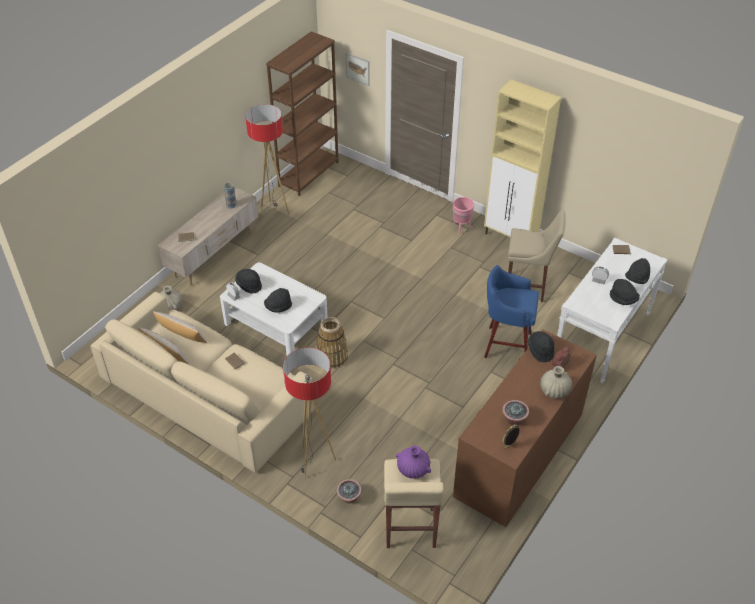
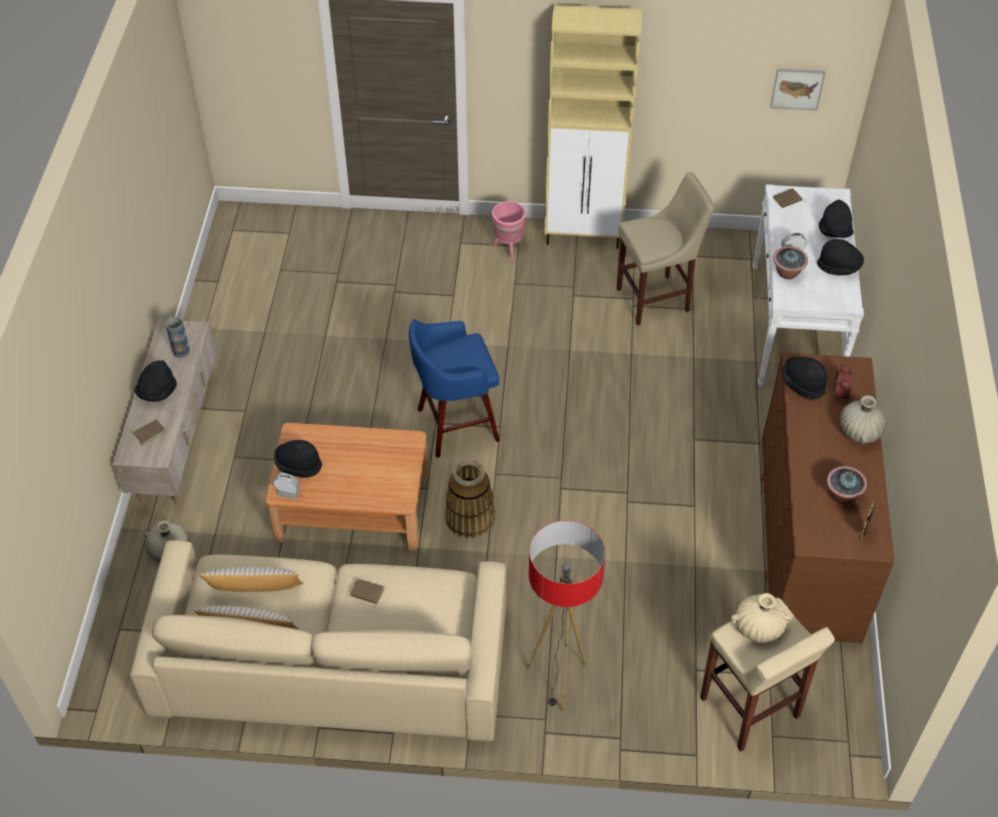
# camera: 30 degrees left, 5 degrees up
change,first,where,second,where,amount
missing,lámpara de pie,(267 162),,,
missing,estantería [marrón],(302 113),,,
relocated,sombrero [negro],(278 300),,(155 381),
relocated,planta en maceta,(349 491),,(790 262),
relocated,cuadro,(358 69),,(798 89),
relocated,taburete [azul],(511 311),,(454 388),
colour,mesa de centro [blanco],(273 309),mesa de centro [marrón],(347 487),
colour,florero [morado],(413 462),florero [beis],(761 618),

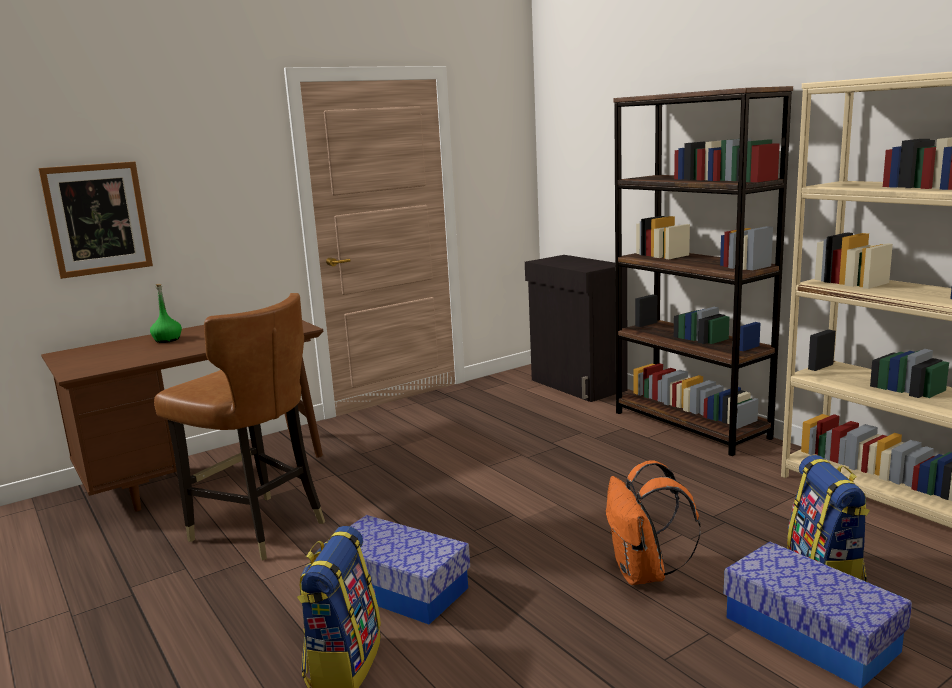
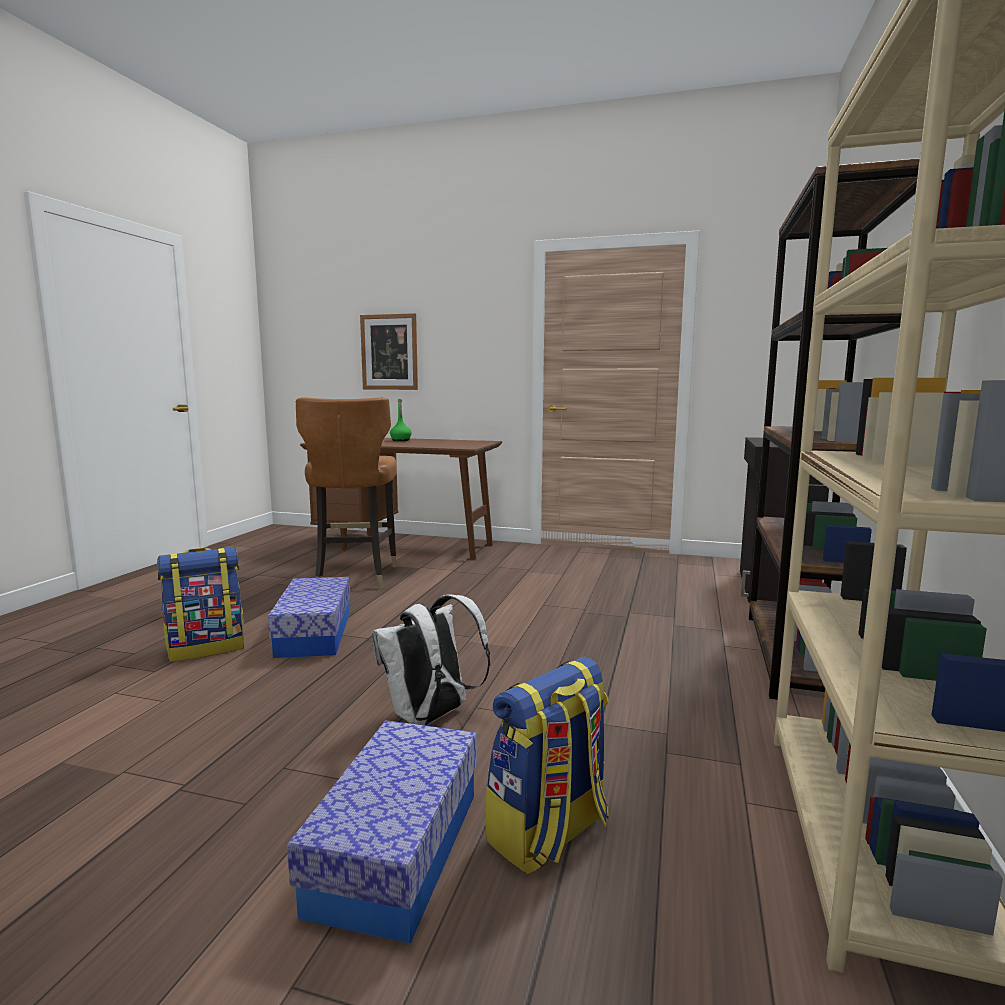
# camera: 50 degrees right, 5 degrees down
change,first,where,second,where,amount
colour,mochila [naranja],(653 522),mochila [blanco],(431 660),

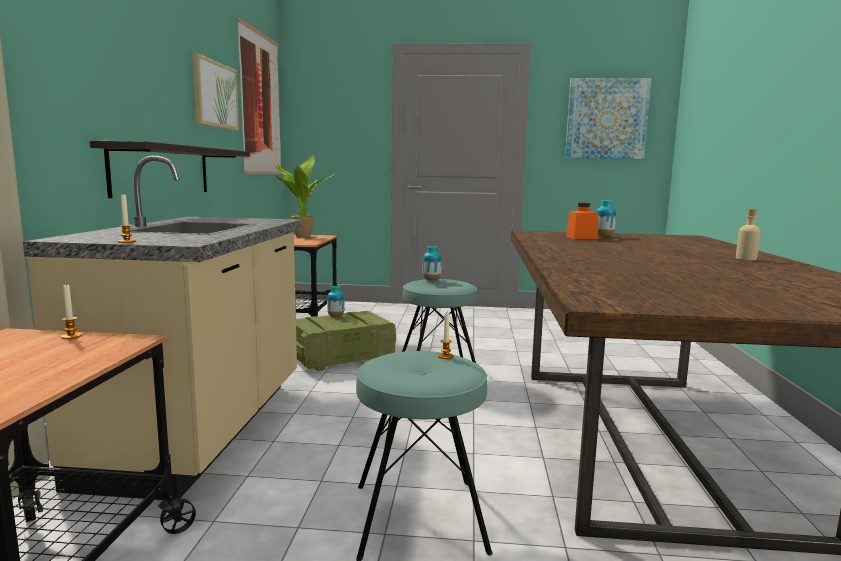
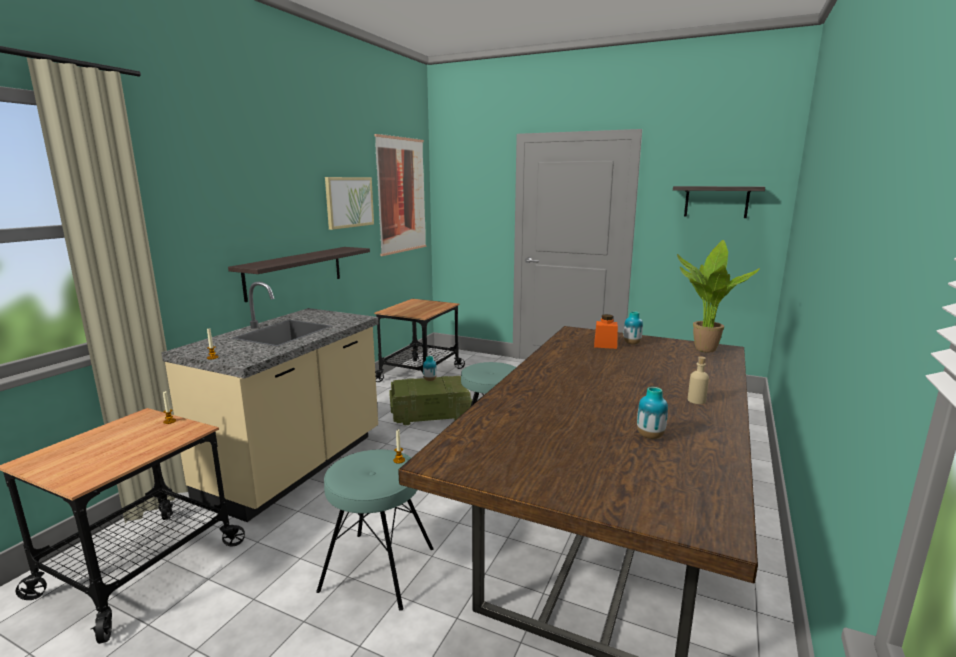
# camera: 20 degrees right, 5 degrees up
change,first,where,second,where,amount
relocated,planta en maceta,(303 196),,(718 296),
relocated,florero,(432 263),,(652 413),
exchanged,cuadro,(608 118),estante,(719 202),

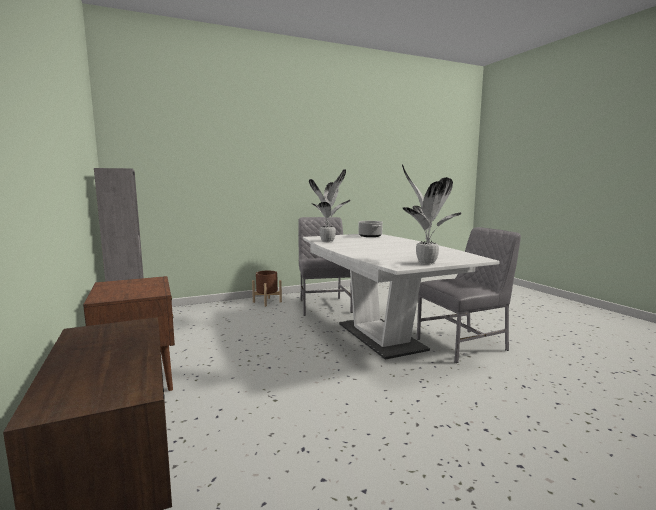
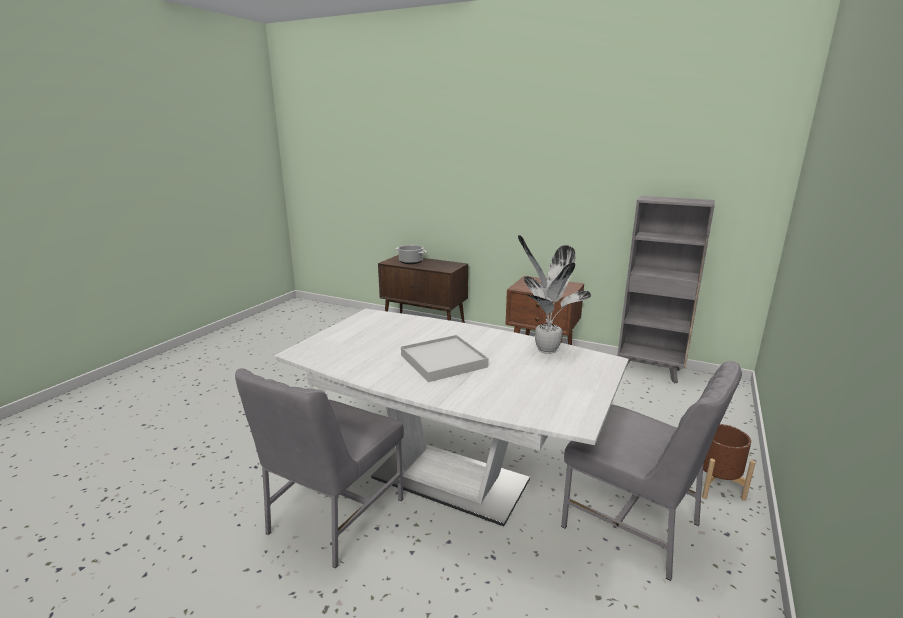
# camera: 140 degrees right, 10 degrees up
change,first,where,second,where,amount
missing,planta en maceta,(432 214),,,
appeared,,,bandeja [blanco],(444 358),
relocated,olla,(370 229),,(411 254),

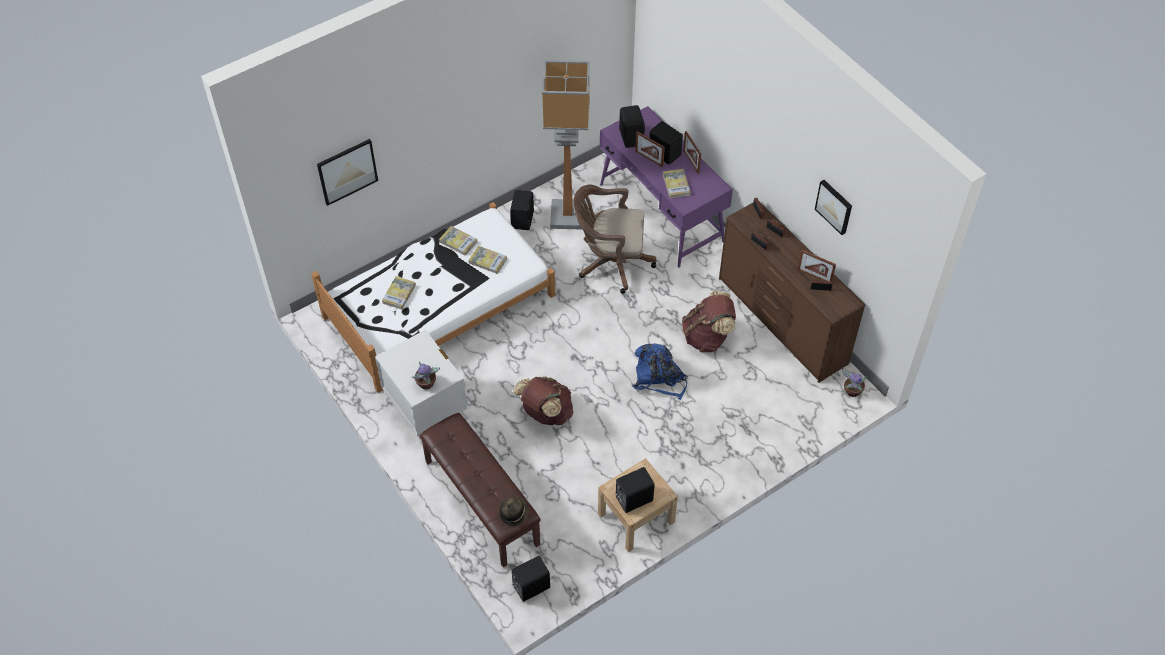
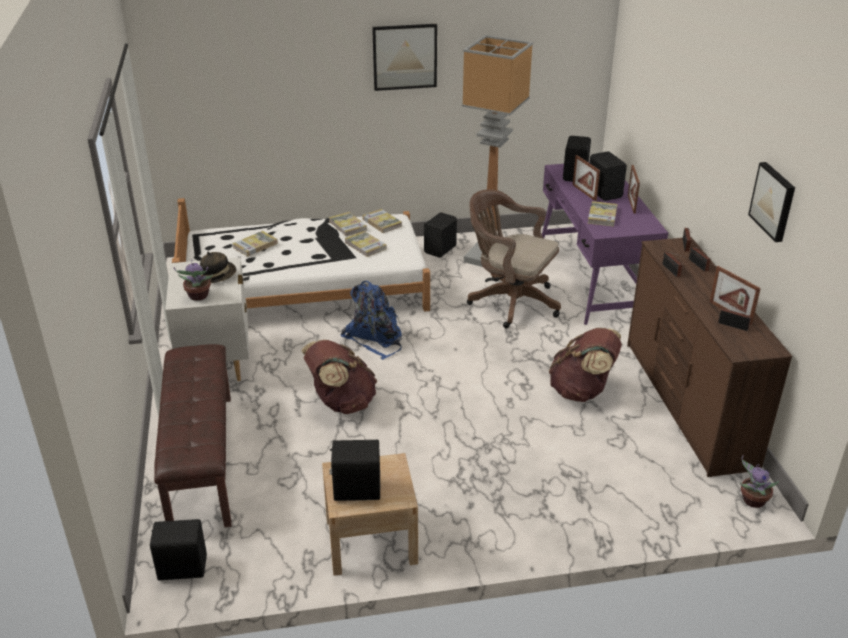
# camera: 25 degrees right, 20 degrees down
change,first,where,second,where,amount
appeared,,,libro,(382 221),
relocated,cuadro,(347 172),,(404 57),
relocated,sombrero,(514 511),,(218 267),
relocated,mochila [azul],(660 372),,(371 320),

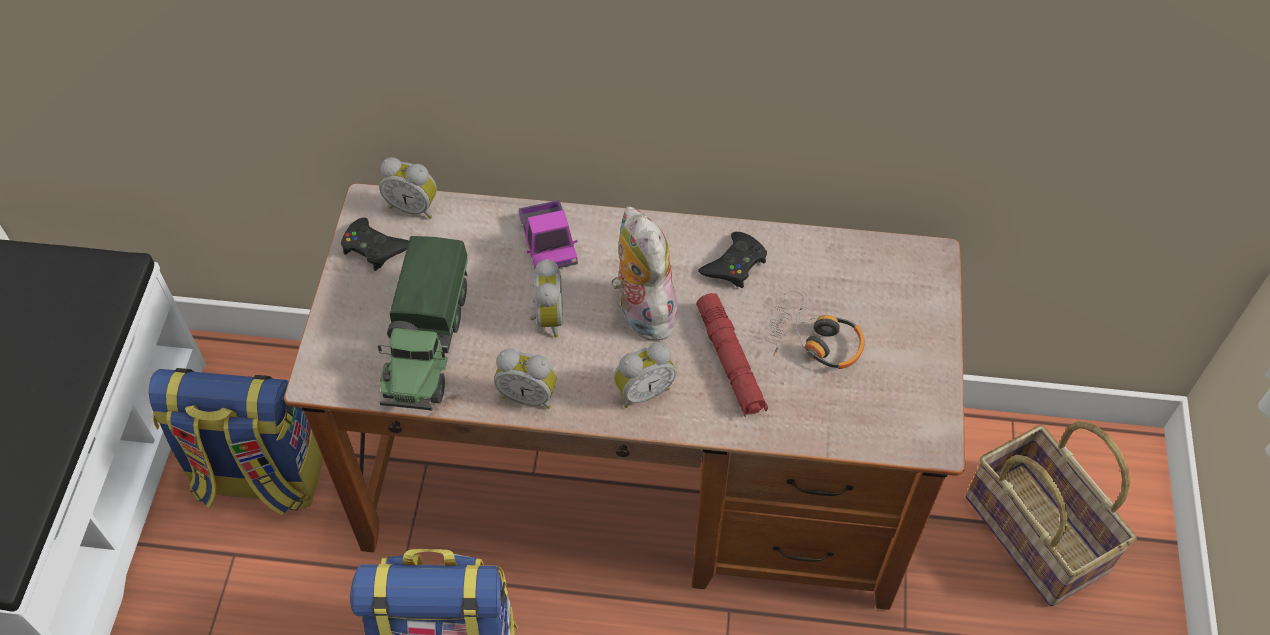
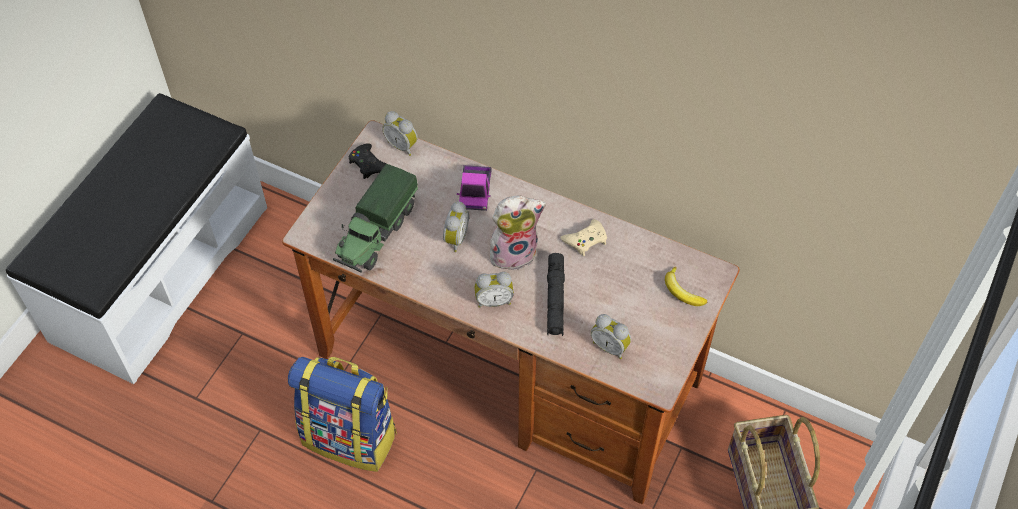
# camera: 20 degrees right, 0 degrees up
change,first,where,second,where,amount
missing,mochila,(235 442),,,
missing,auriculares,(815 330),,,
appeared,,,plátano,(686 286),
relocated,despertador,(525 379),,(611 336),
colour,linterna [rojo],(732 355),linterna [negro],(556 294),
colour,mando de consola [negro],(732 260),mando de consola [beis],(583 237),
spun,peluche,(644 273),,(518 232),75 degrees clockwise

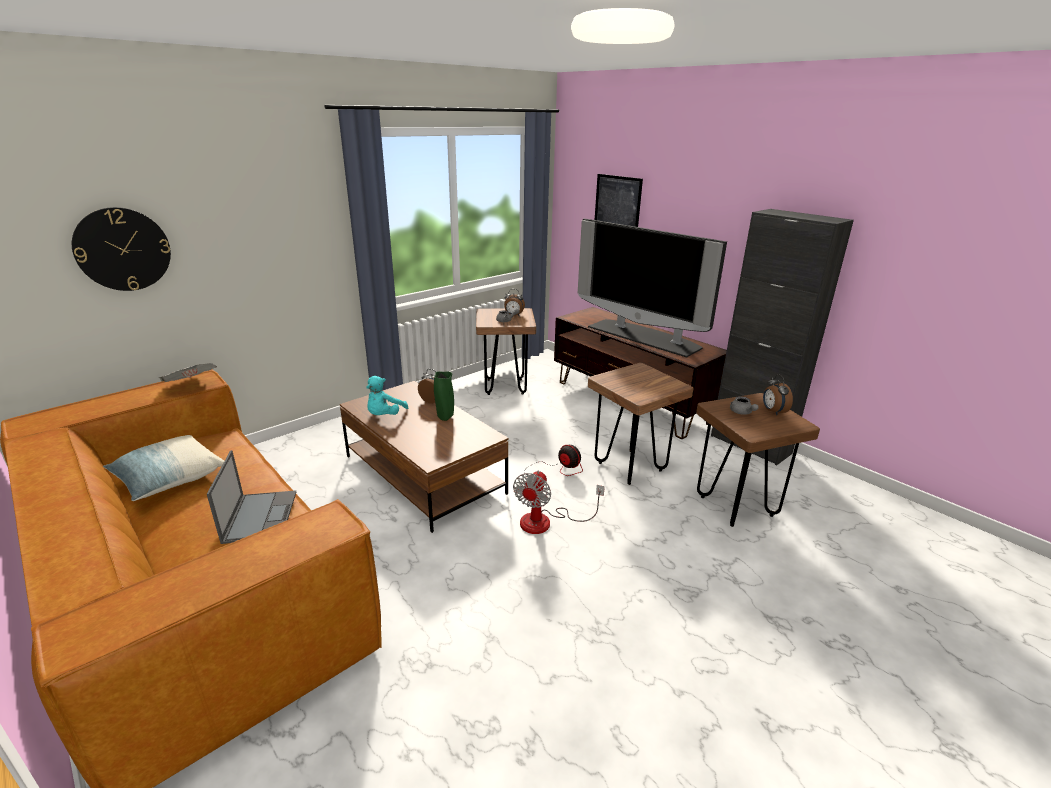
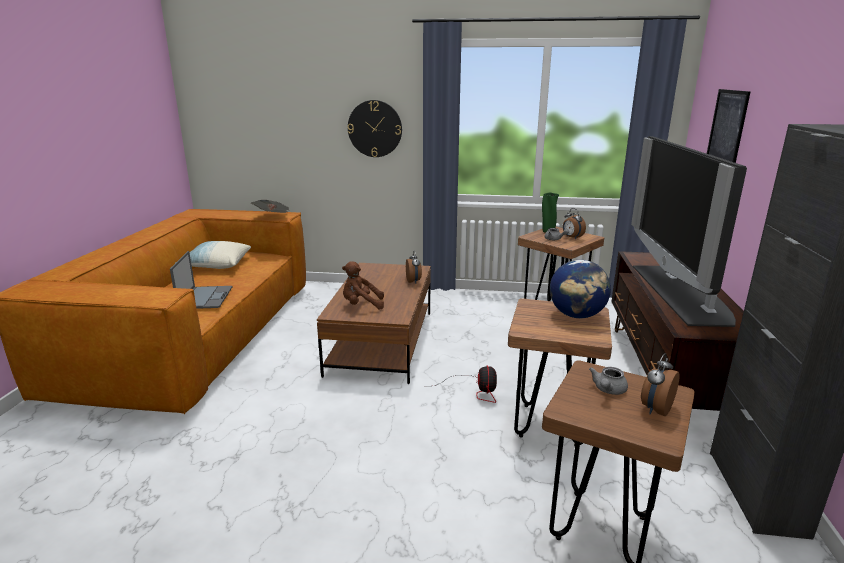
# camera: 50 degrees right, 5 degrees down
change,first,where,second,where,amount
missing,peluche [turquesa],(387 395),,,
missing,ventilador,(559 502),,,
appeared,,,peluche [marrón],(363 285),
appeared,,,globo terráqueo,(580 289),
relocated,reloj de pared,(121 249),,(375 128),
relocated,florero [verde],(444 396),,(550 213),
spun,portátil,(251 497),,(201 280),45 degrees counterclockwise

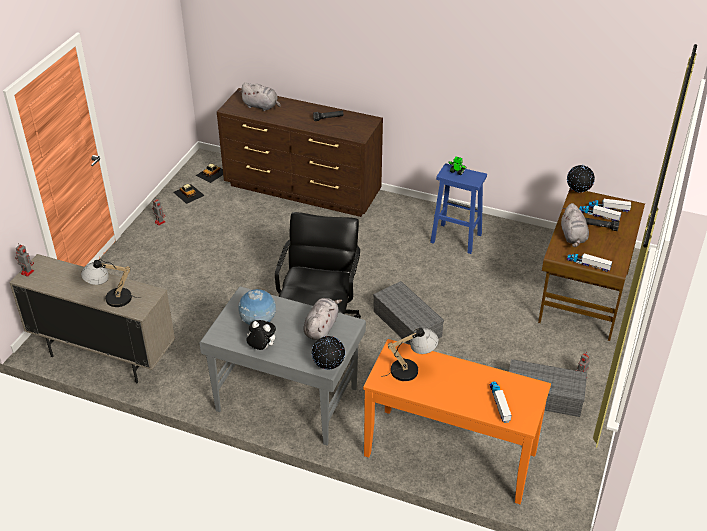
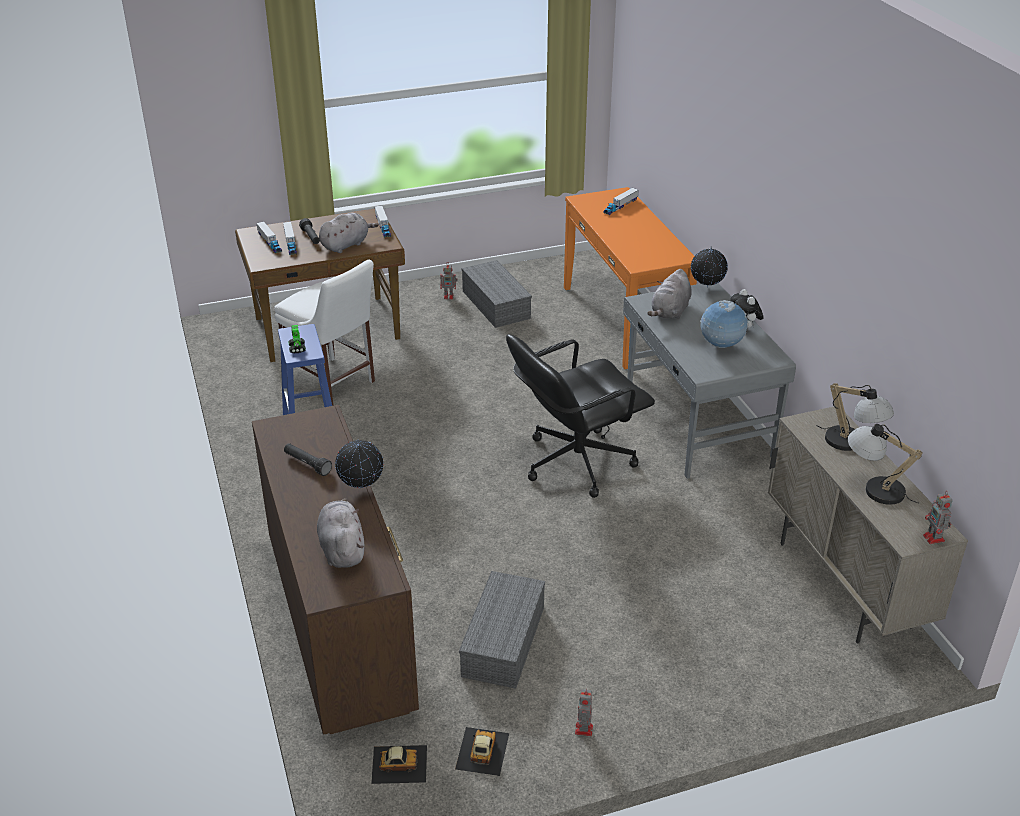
# camera: 130 degrees left, 5 degrees down
change,first,where,second,where,amount
appeared,,,silla [blanco],(324 333),
relocated,caja de almacenaje [gris],(408 313),,(502 630),
relocated,lámpara de mesa,(410 354),,(885 464),
relocated,globo terráqueo,(581 178),,(359 464),
spun,peluche [gris],(322 319),,(669 294),45 degrees counterclockwise

